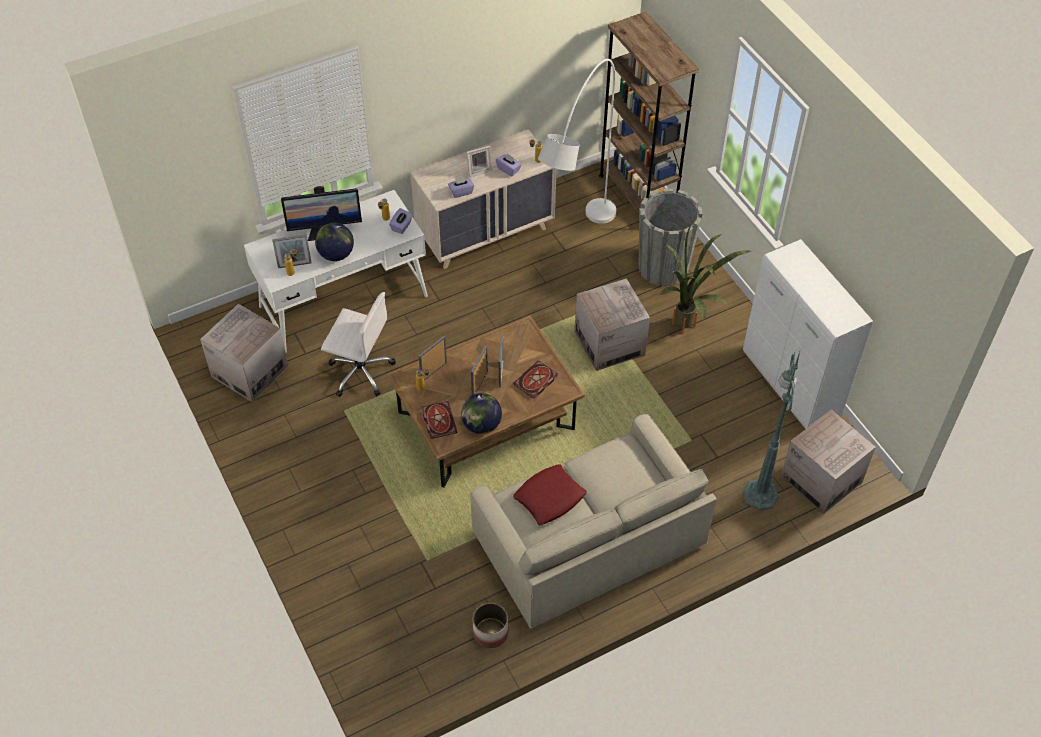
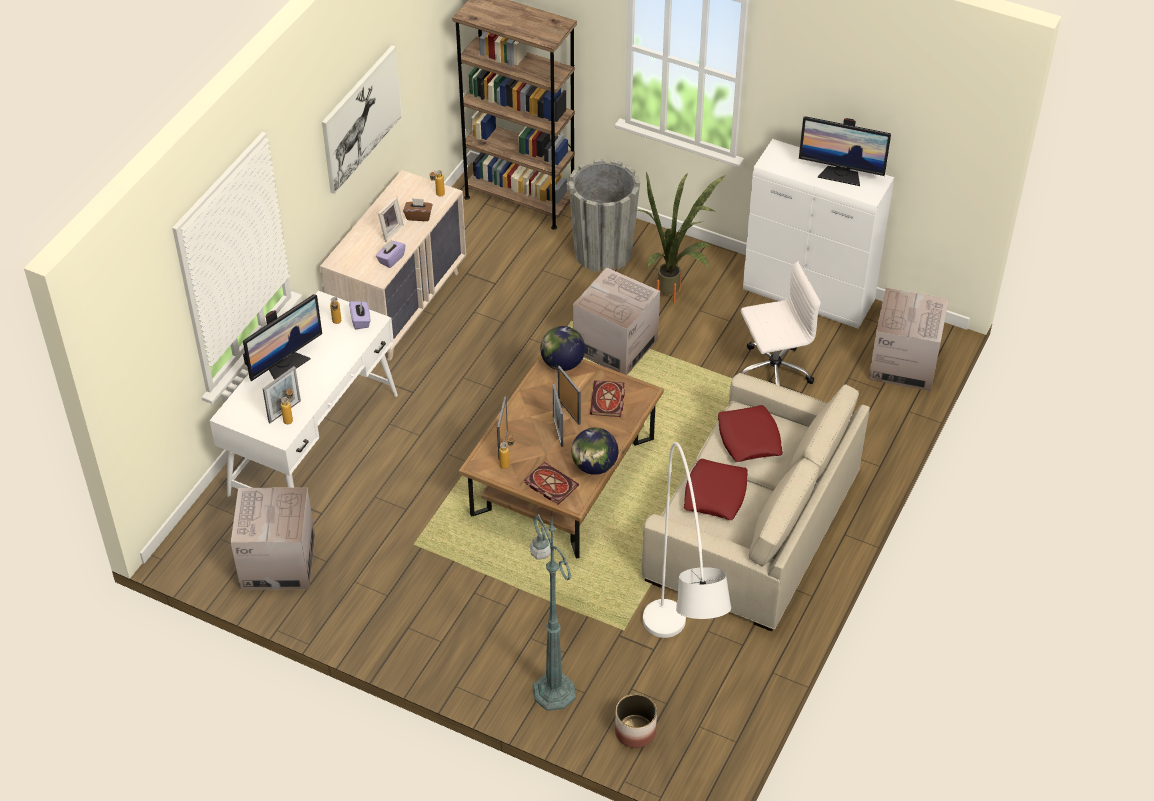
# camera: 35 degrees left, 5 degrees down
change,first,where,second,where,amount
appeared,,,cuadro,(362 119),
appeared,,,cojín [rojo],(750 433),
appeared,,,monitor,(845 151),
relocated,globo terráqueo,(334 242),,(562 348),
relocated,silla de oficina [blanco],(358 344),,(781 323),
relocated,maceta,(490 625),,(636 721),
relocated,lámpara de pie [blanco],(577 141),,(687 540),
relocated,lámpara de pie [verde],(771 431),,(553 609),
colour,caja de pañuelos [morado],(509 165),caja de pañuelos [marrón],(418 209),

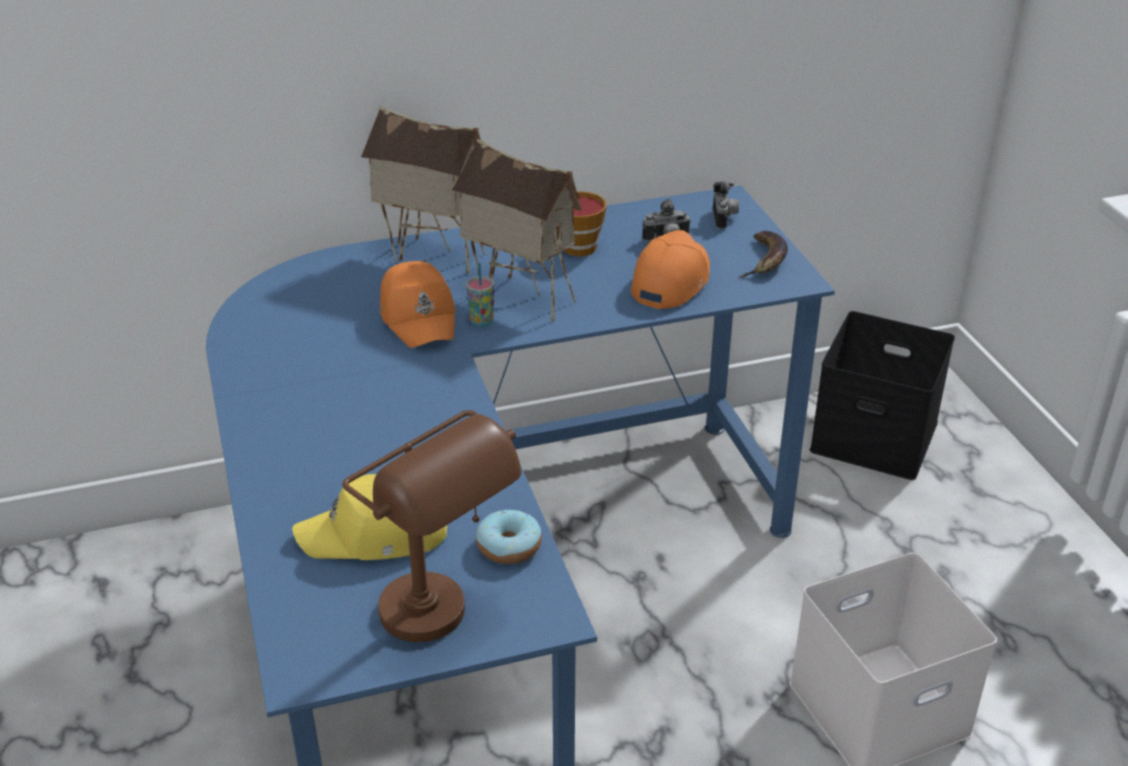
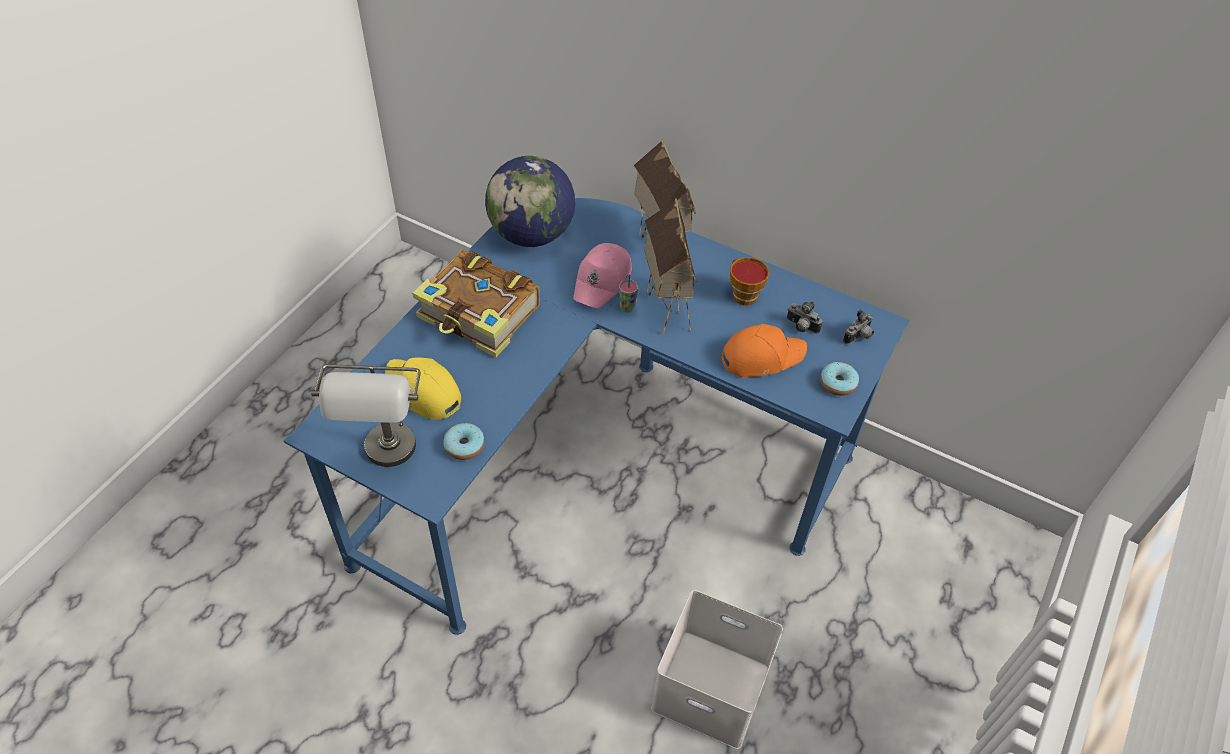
# camera: 45 degrees right, 15 degrees up
change,first,where,second,where,amount
missing,caja de almacenaje [negro],(882 395),,,
appeared,,,libro,(476 303),
appeared,,,globo terráqueo,(530 201),
exchanged,plátano,(763 254),rosquilla,(839 379),
colour,lámpara de mesa [marrón],(432 526),lámpara de mesa [gris],(366 415),
colour,gorra [naranja],(418 304),gorra [rosa],(602 275),

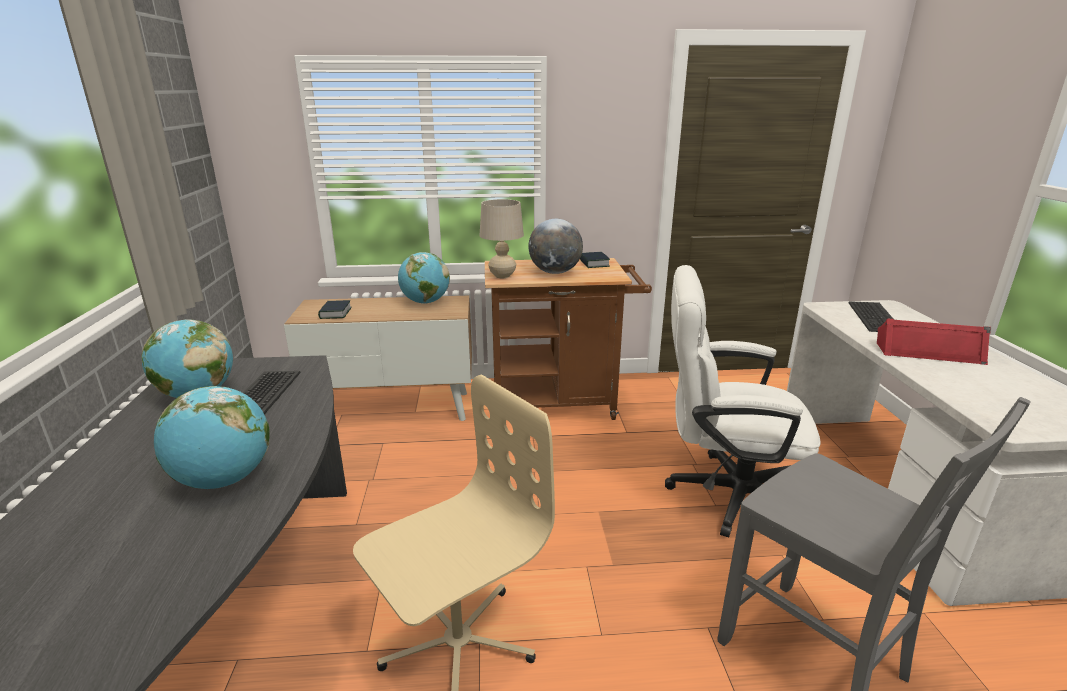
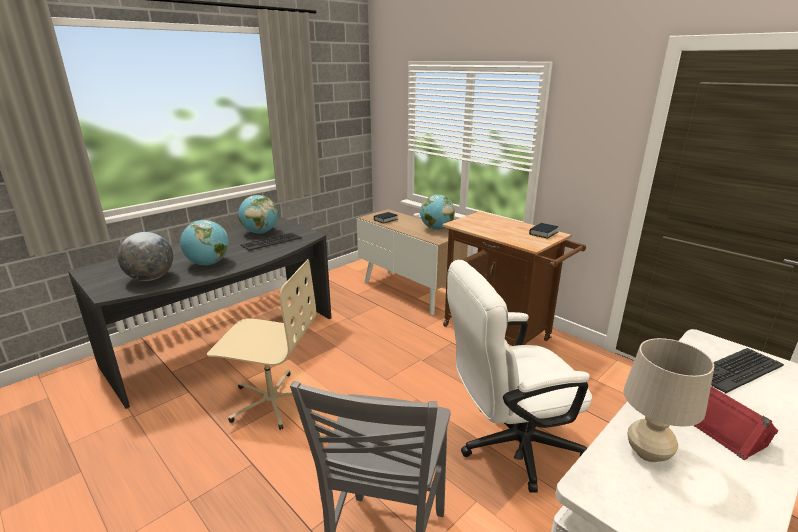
# camera: 50 degrees right, 0 degrees up
change,first,where,second,where,amount
relocated,lámpara de mesa [beis],(501 238),,(669 400),
relocated,globo terráqueo,(555 246),,(145 256),
spun,silla de oficina [blanco],(743 401),,(519 376),75 degrees counterclockwise

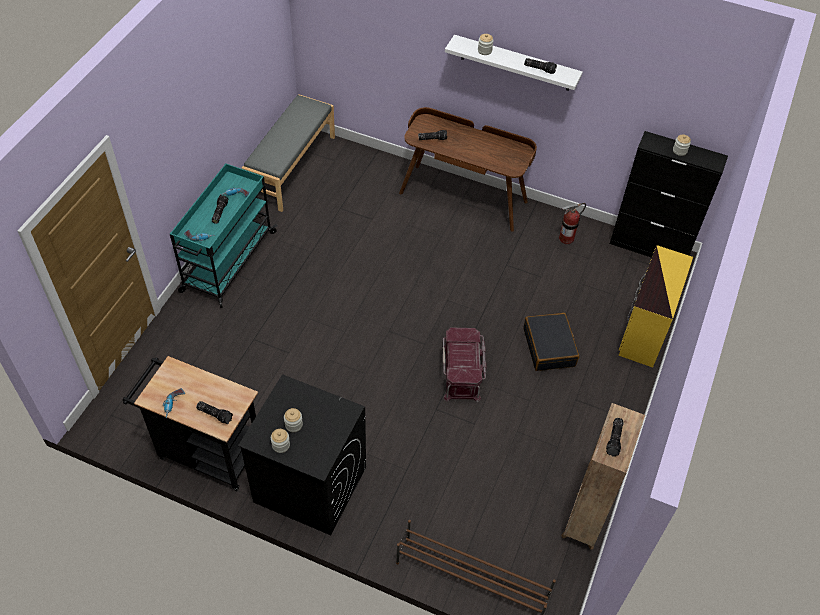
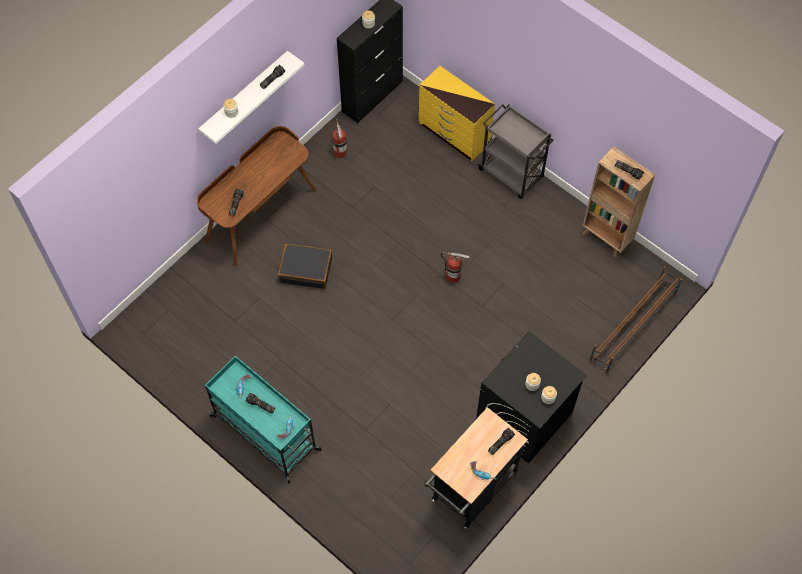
# camera: 70 degrees left, 10 degrees up
change,first,where,second,where,amount
missing,banco [gris],(288 153),,,
appeared,,,carrito [gris],(516 151),
relocated,maleta [negro],(551 342),,(305 266),
exchanged,caja de almacenaje [rojo],(465 364),extintor,(455 267),

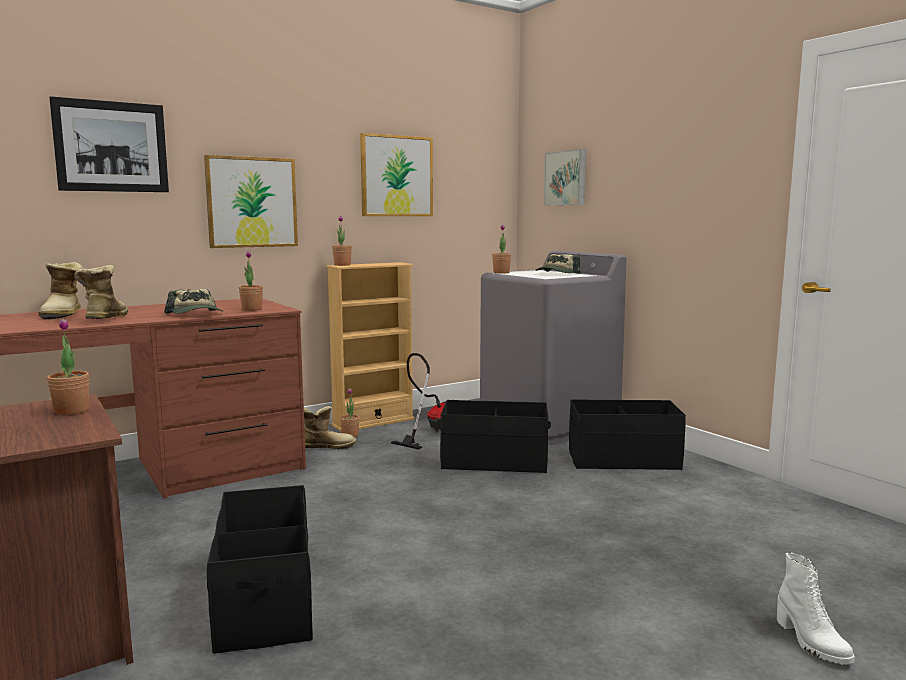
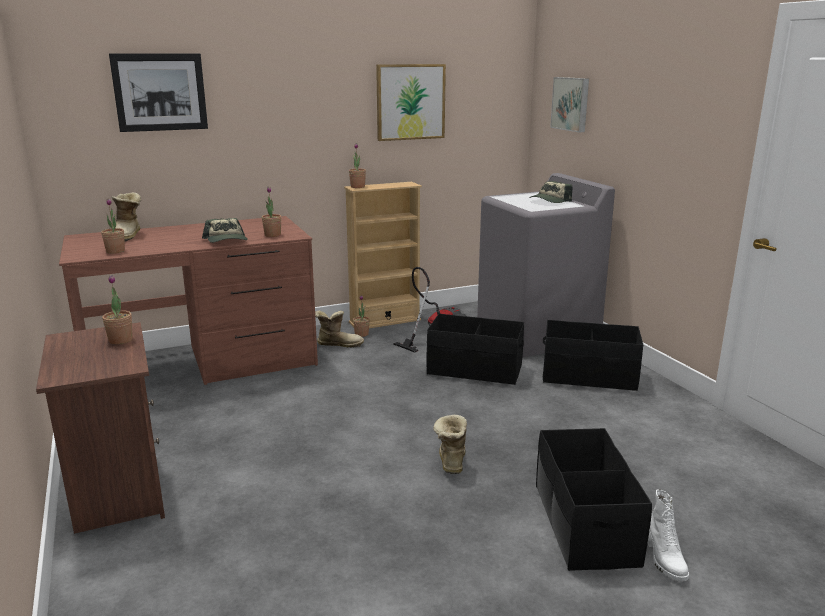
# camera: 10 degrees right, 10 degrees up
change,first,where,second,where,amount
missing,cuadro,(251 201),,,
relocated,bota,(101 292),,(450 444),
relocated,caja de almacenaje [negro],(260 569),,(594 499),
relocated,planta en maceta,(501 249),,(113 226),

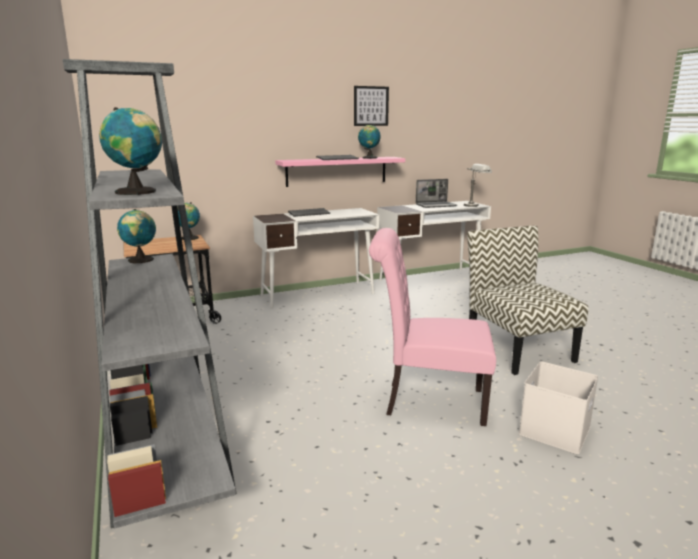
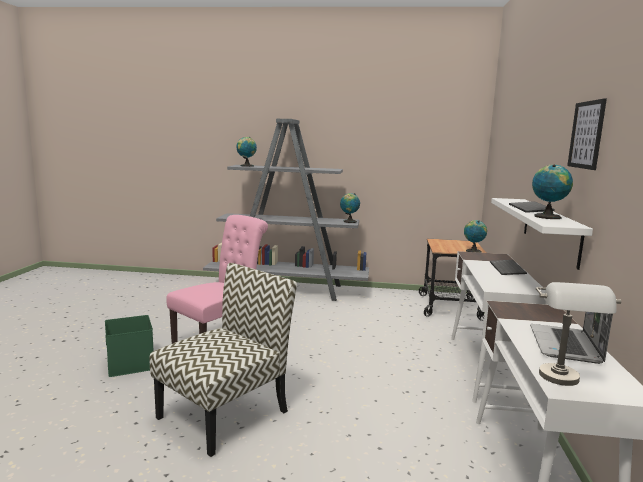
# camera: 120 degrees right, 5 degrees down
change,first,where,second,where,amount
colour,estante [rosa],(340 172),estante [blanco],(542 234),
colour,caja de almacenaje [blanco],(558 407),caja de almacenaje [verde],(129 346),
spun,silla,(527 300),,(223 360),60 degrees counterclockwise

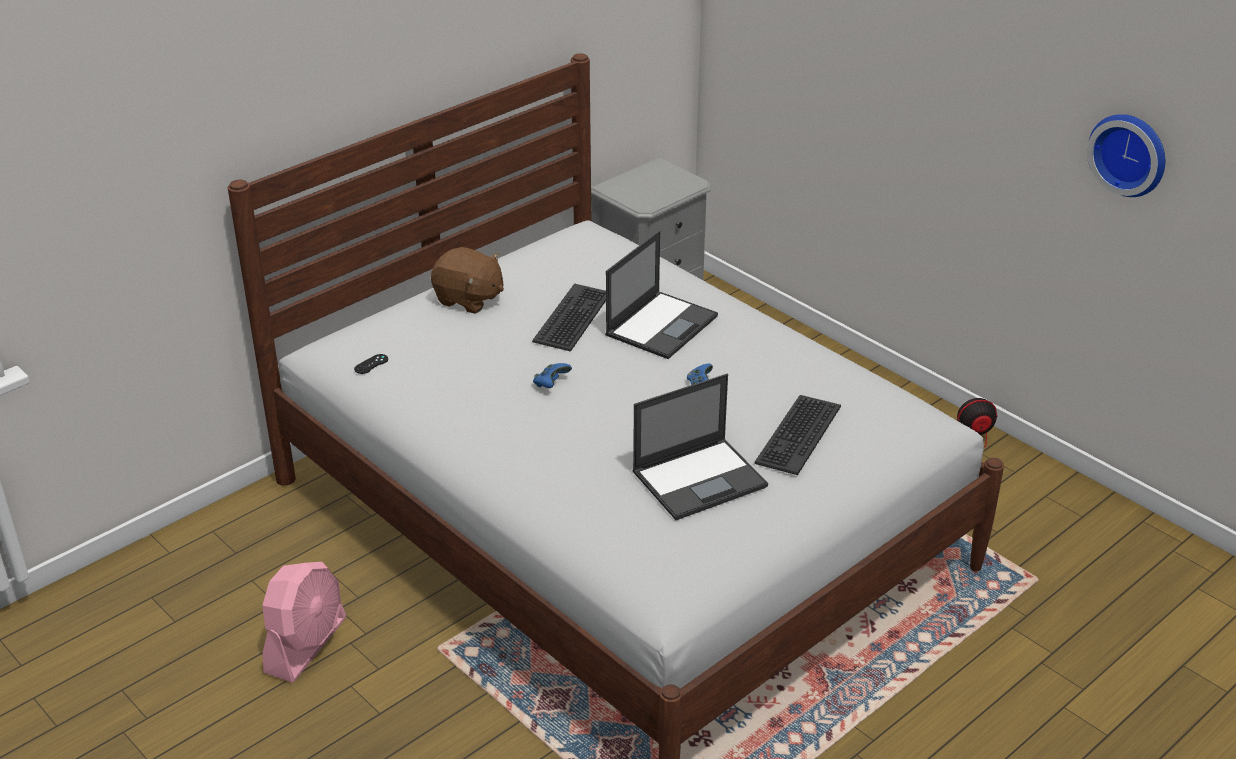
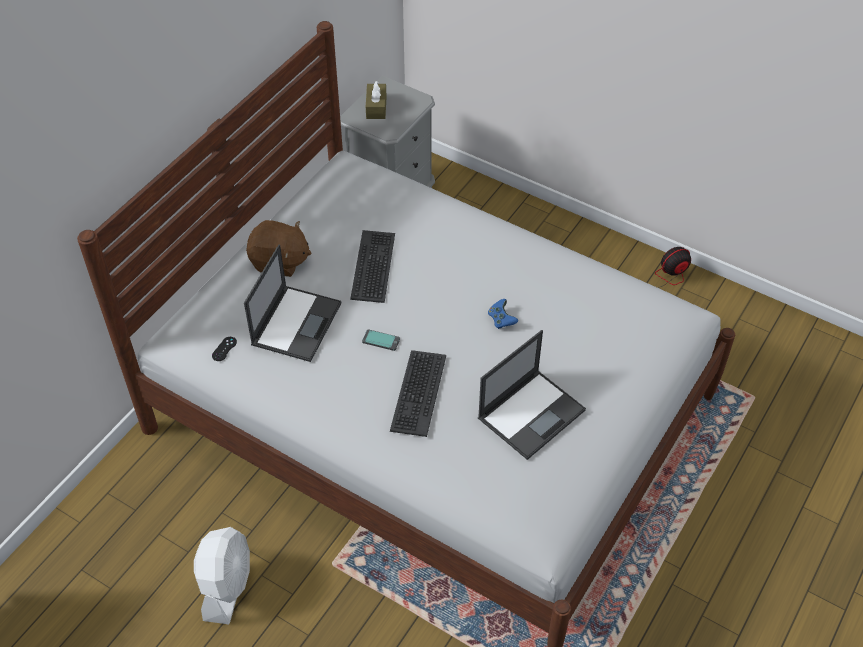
# camera: 15 degrees left, 15 degrees up
change,first,where,second,where,amount
missing,reloj de pared,(1126 155),,,
appeared,,,caja de pañuelos [marrón],(376 100),
relocated,portátil,(661 295),,(292 303),
relocated,teclado,(797 435),,(418 393),
exchanged,mando de consola [azul],(552 375),móvil,(381 340),
colour,ventilador [rosa],(304 622),ventilador [blanco],(222 575),

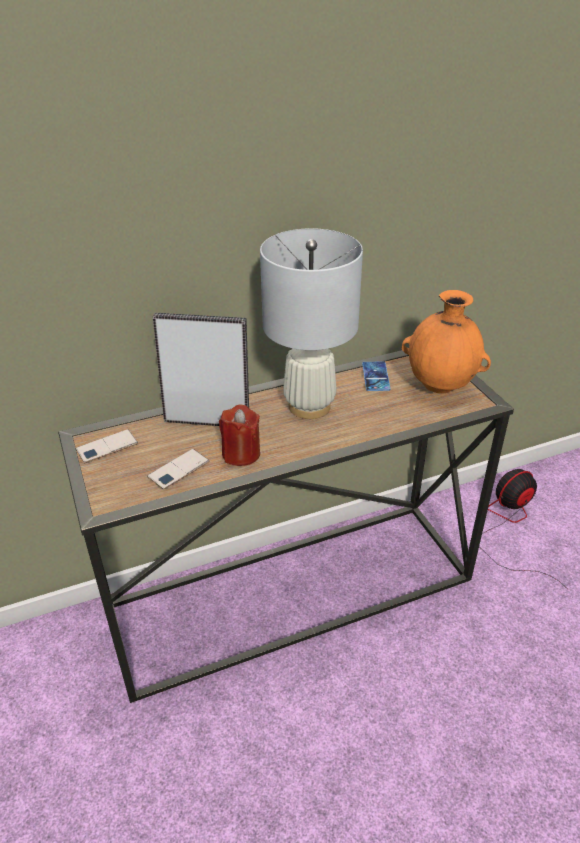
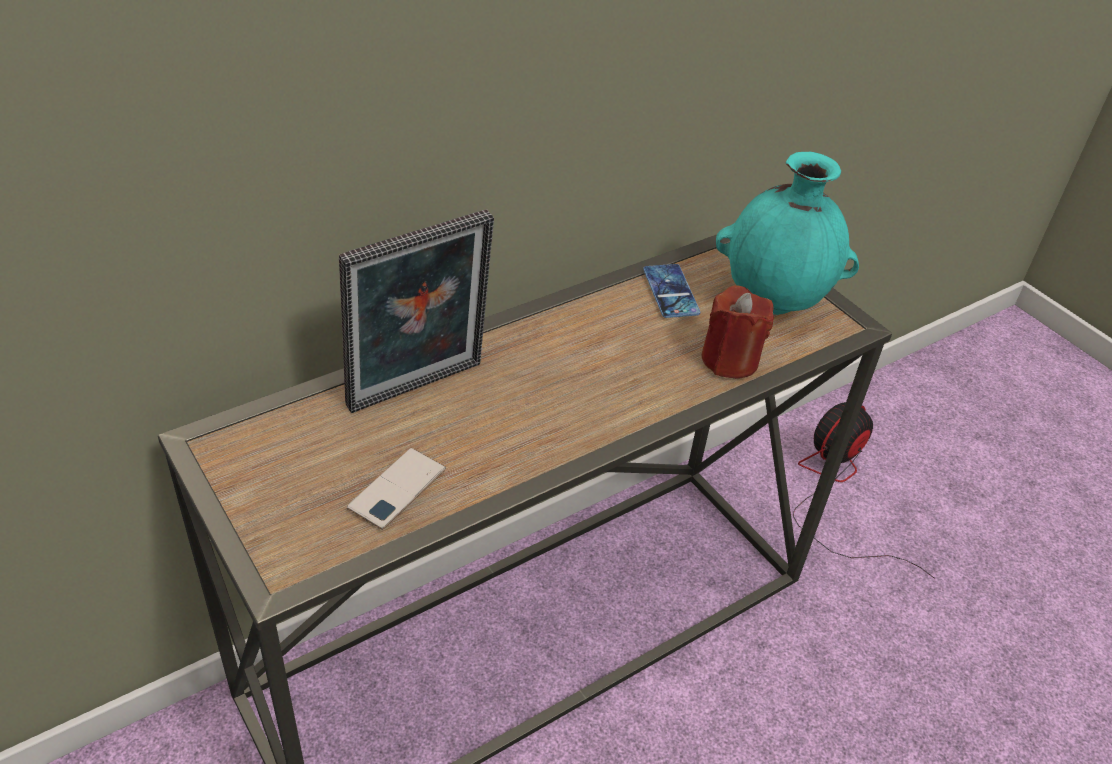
# camera: 15 degrees left, 5 degrees up
change,first,where,second,where,amount
missing,móvil,(107 446),,,
missing,lámpara de mesa [blanco],(311 323),,,
relocated,vela [rojo],(239 435),,(738 332),
colour,florero [naranja],(446 342),florero [turquesa],(787 233),
spun,portarretratos,(201 369),,(416 311),150 degrees clockwise

